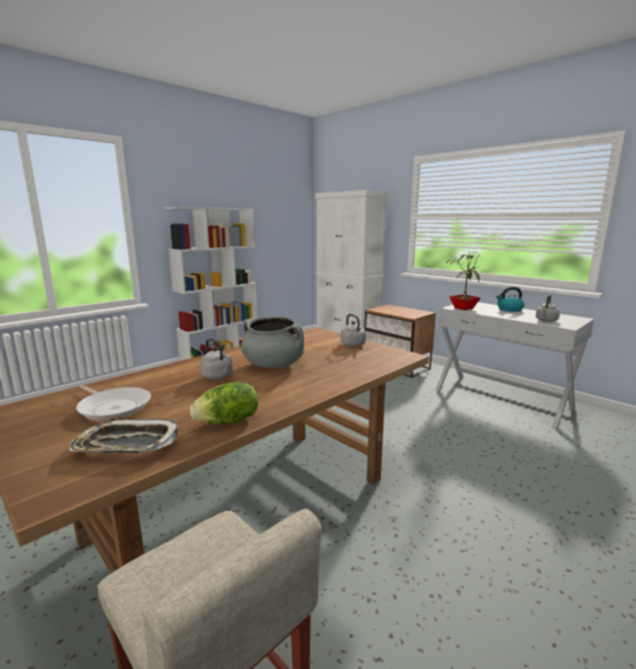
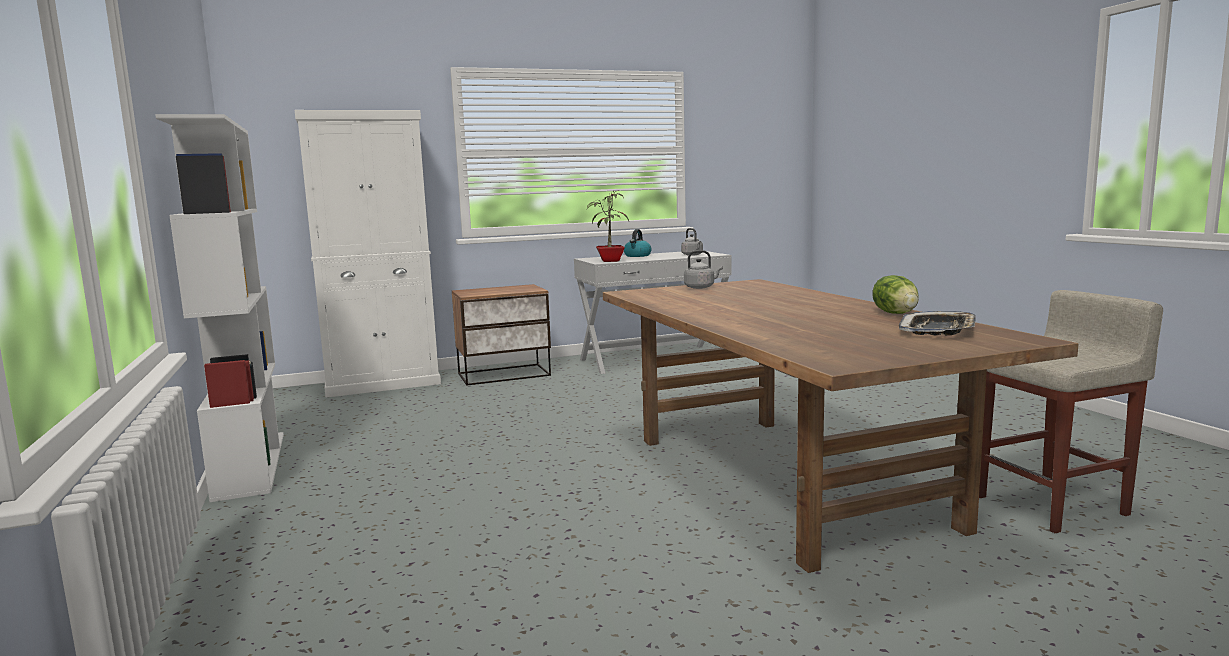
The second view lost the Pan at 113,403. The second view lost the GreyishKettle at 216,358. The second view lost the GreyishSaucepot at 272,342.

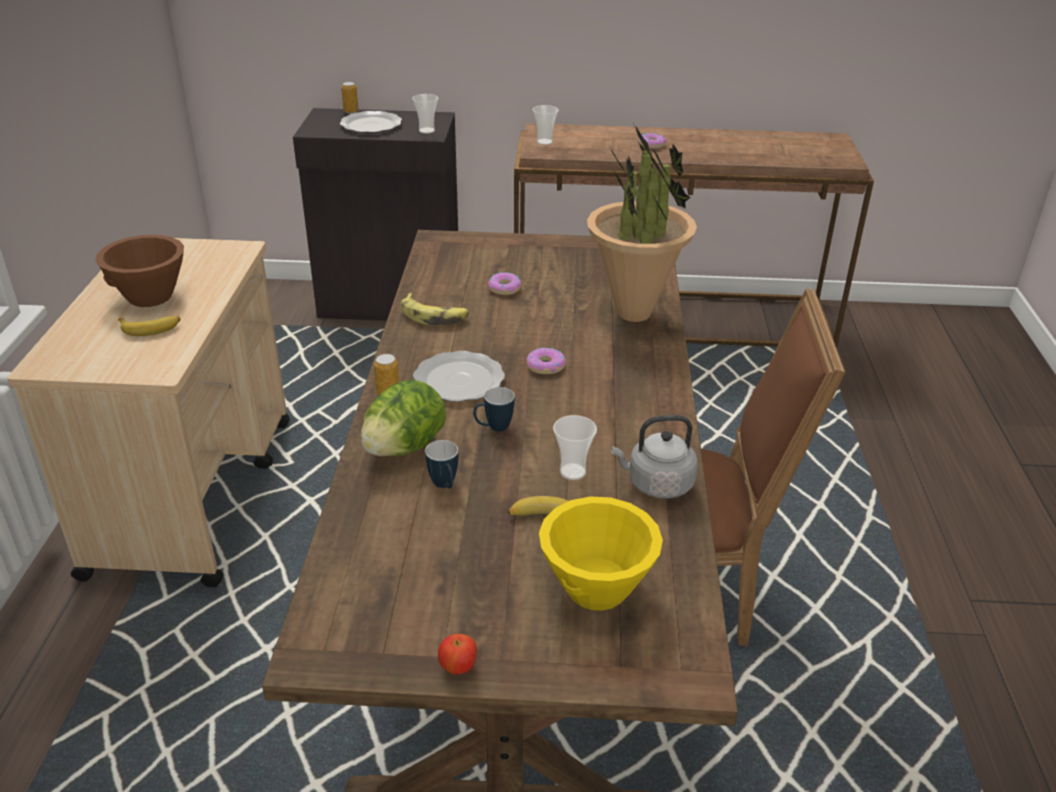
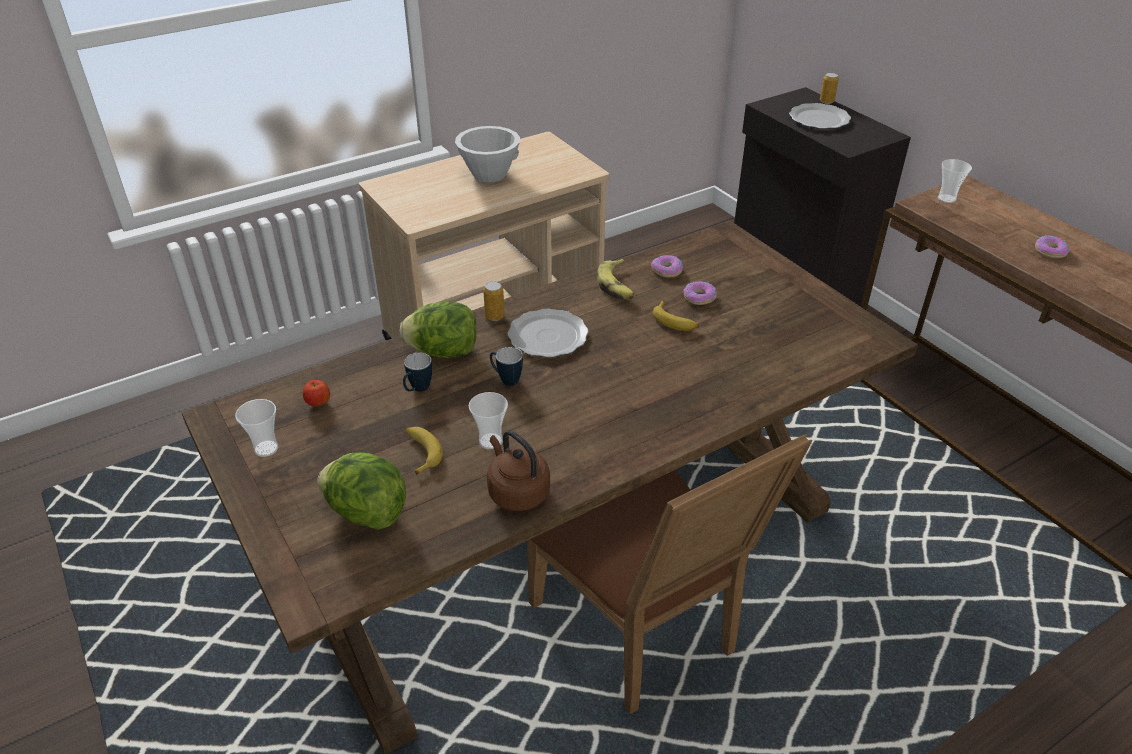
The SmallCup ended up elsewhere, having gone from 425,114 to 257,428. The WholeApple ended up elsewhere, having gone from 457,654 to 316,393. Where the YellowishDeepDish stood at 601,554, the HeadOfLettuce came to stand at 361,491. What was the BrownDeepDish at 139,271 turned into the WhitishDeepDish at 487,154. What was the GreyishKettle at 654,457 turned into the BrownKettle at 518,470. The Donut ended up elsewhere, having gone from 546,361 to 667,266. The WholeBanana ended up elsewhere, having gone from 149,326 to 676,315. The second view lost the PlantInAPot at 642,221.

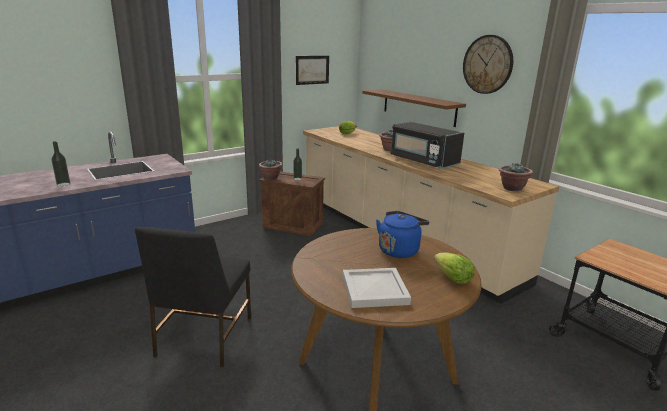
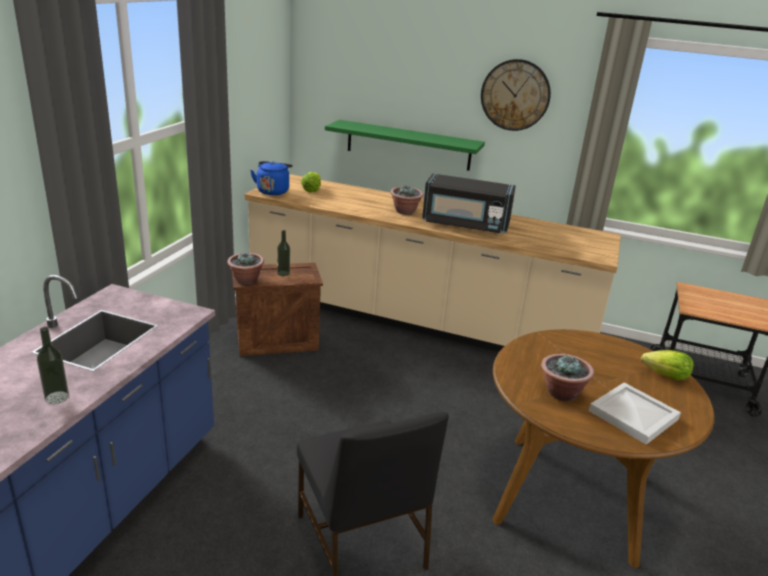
The BlueColouredKettle ended up elsewhere, having gone from 402,234 to 271,178. What was the BrownBracketShelf at 414,108 turned into the GreenColouredBracketShelf at 405,145. The PlantInAPot ended up elsewhere, having gone from 516,176 to 567,377. The second view lost the WallArt at 312,70.

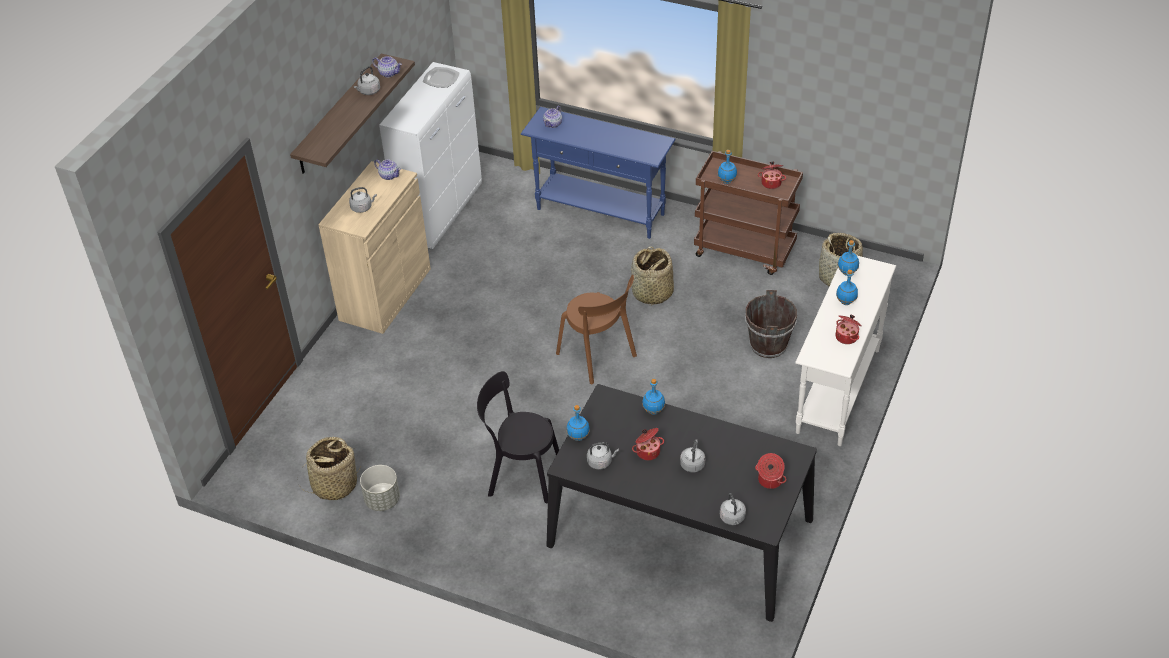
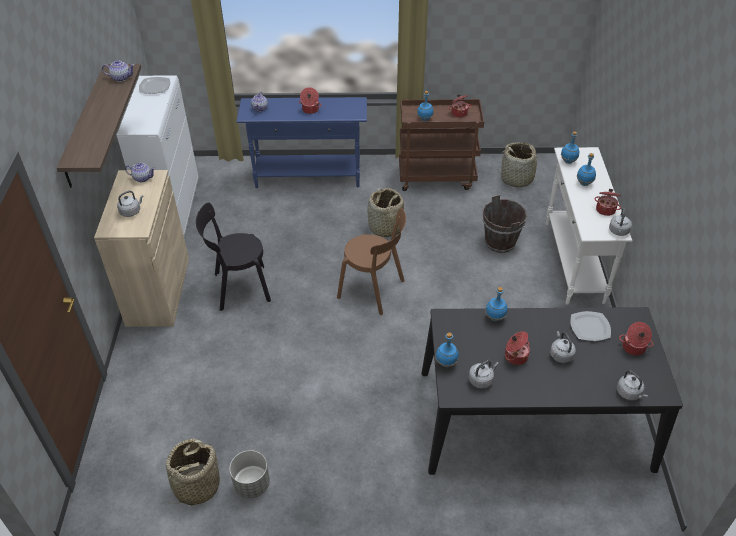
The BlackPlainChair ended up elsewhere, having gone from 518,437 to 233,257. The second view gained the Saucepot at 310,100. The second view gained the Plate at 591,326. The GreyishKettle ended up elsewhere, having gone from 367,80 to 620,222.

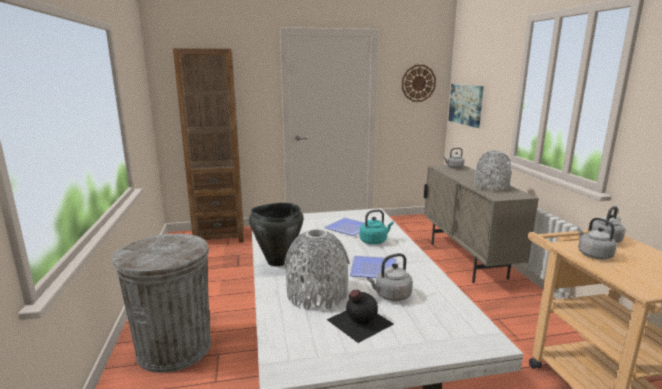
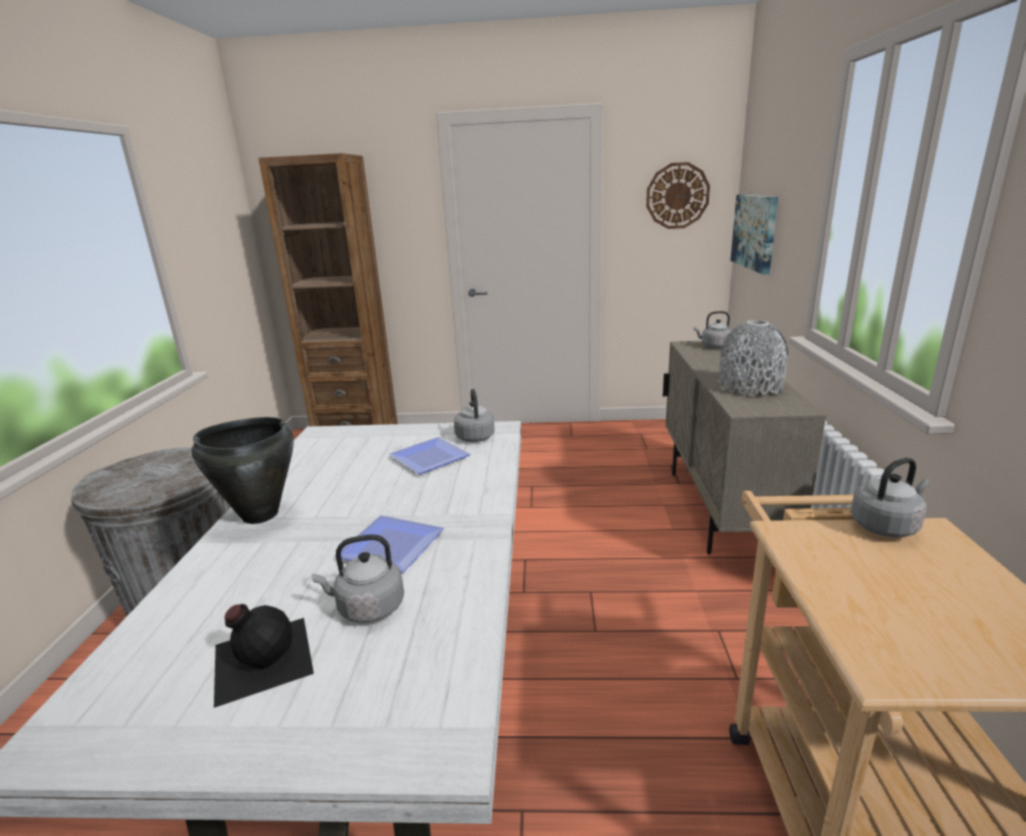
The GreyishKettle ended up elsewhere, having gone from 597,239 to 474,415. The second view lost the GreyishDecorativeVase at 316,269. The second view lost the BlueGreenKettle at 377,227.

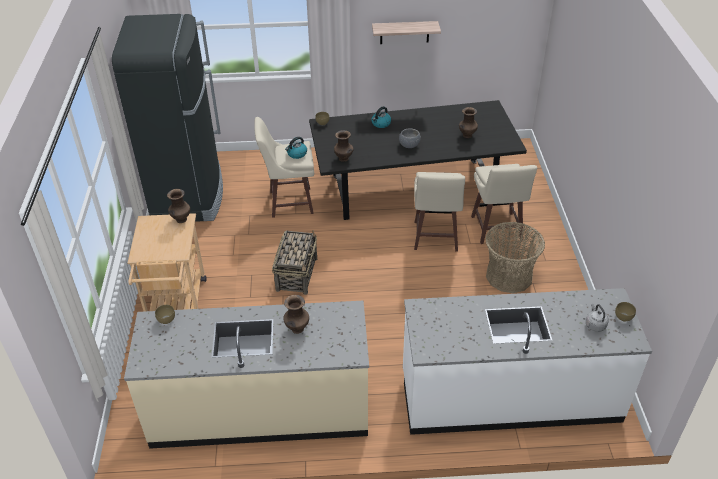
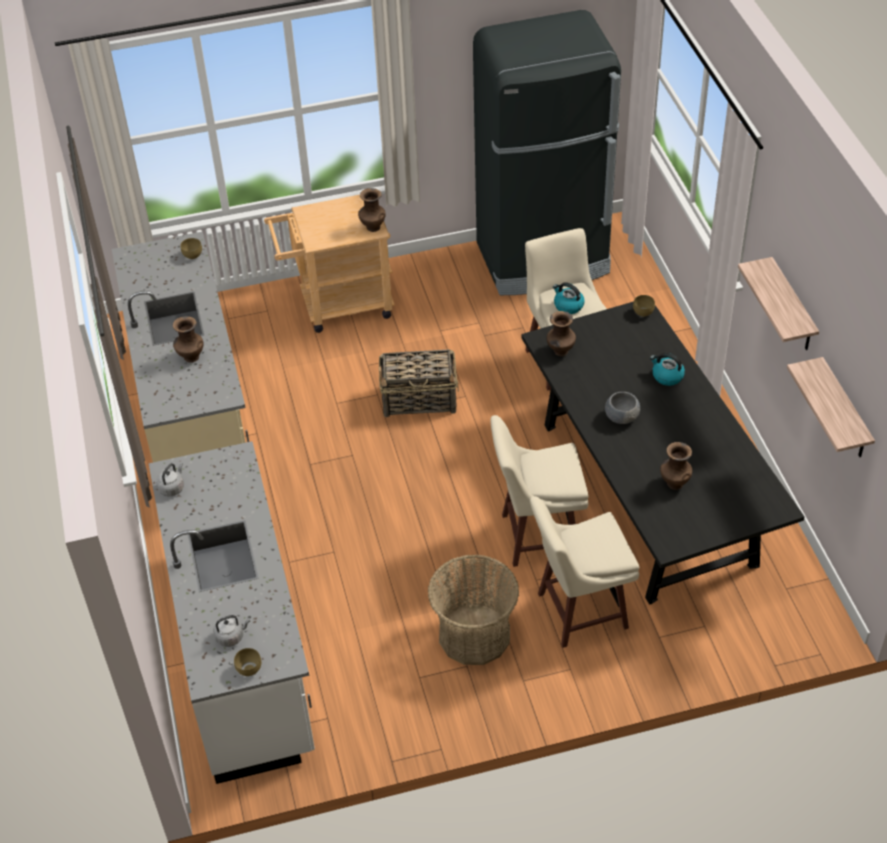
The second view gained the GreyishKettle at 170,479. The second view gained the BracketShelf at 831,407.

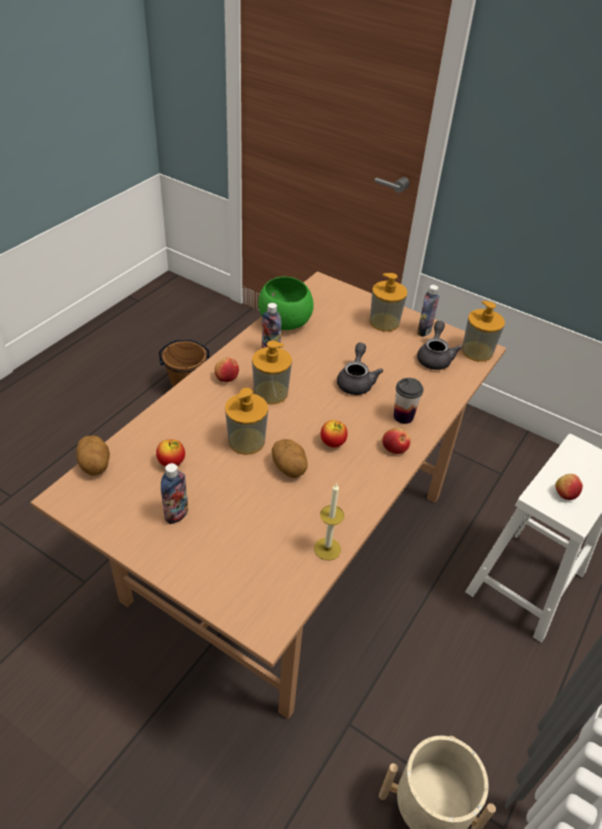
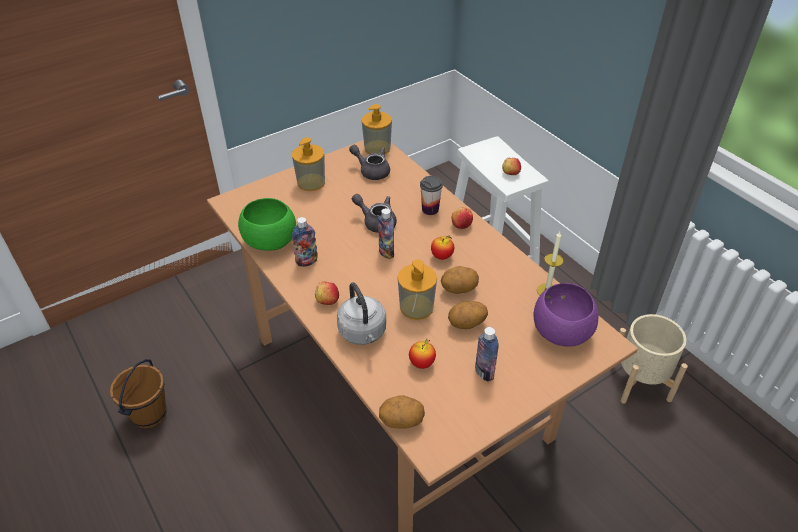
The second view gained the GreyishKettle at 361,313. The DrinkBottle ended up elsewhere, having gone from 428,311 to 386,233. The second view gained the WholePotato at 468,315. The second view gained the PurplishDeepDish at 566,315. The second view lost the SoapDispenser at 272,372.

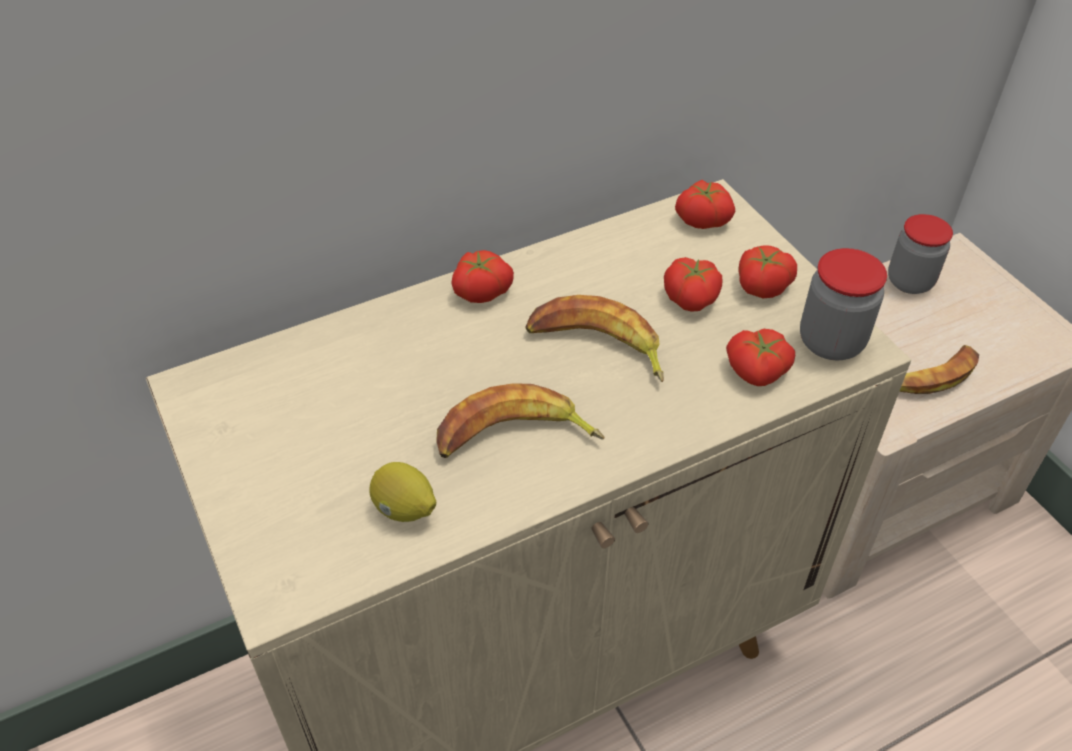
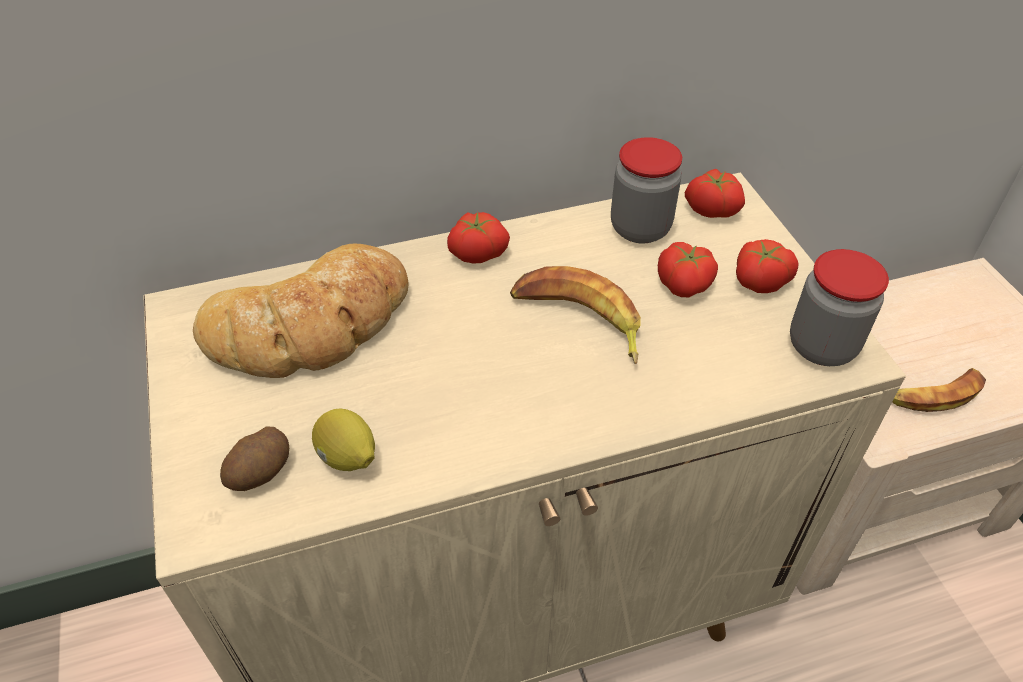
The second view gained the BakedBread at 300,311. The second view gained the WholePotato at 254,458. The PreserveJar ended up elsewhere, having gone from 920,254 to 646,190. The second view lost the WholeBanana at 520,420. The second view lost the WholeTomato at 760,357.

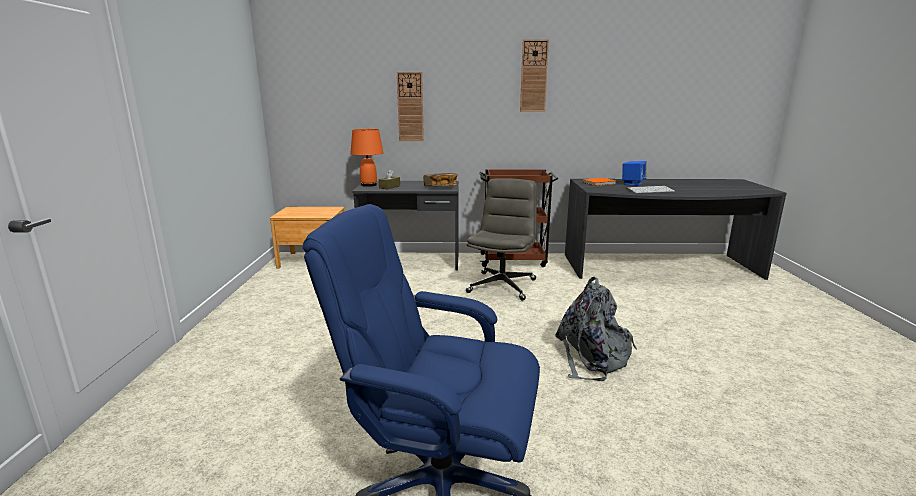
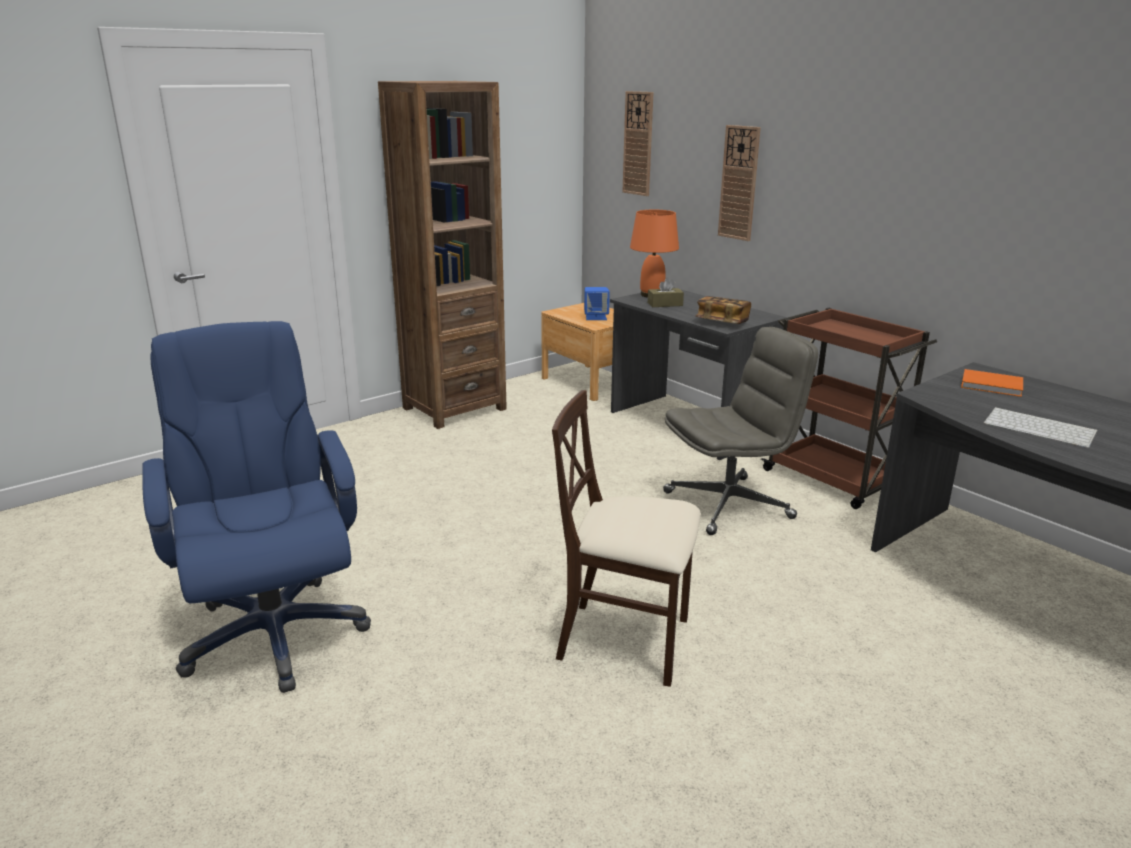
The second view gained the BrownBookshelf at 442,255. Where the GreyishBackpack stood at 596,329, the BeigePlainChair came to stand at 626,538. The BlueColouredLoudspeaker ended up elsewhere, having gone from 634,173 to 597,303. The HangingClock ended up elsewhere, having gone from 534,75 to 637,143.

